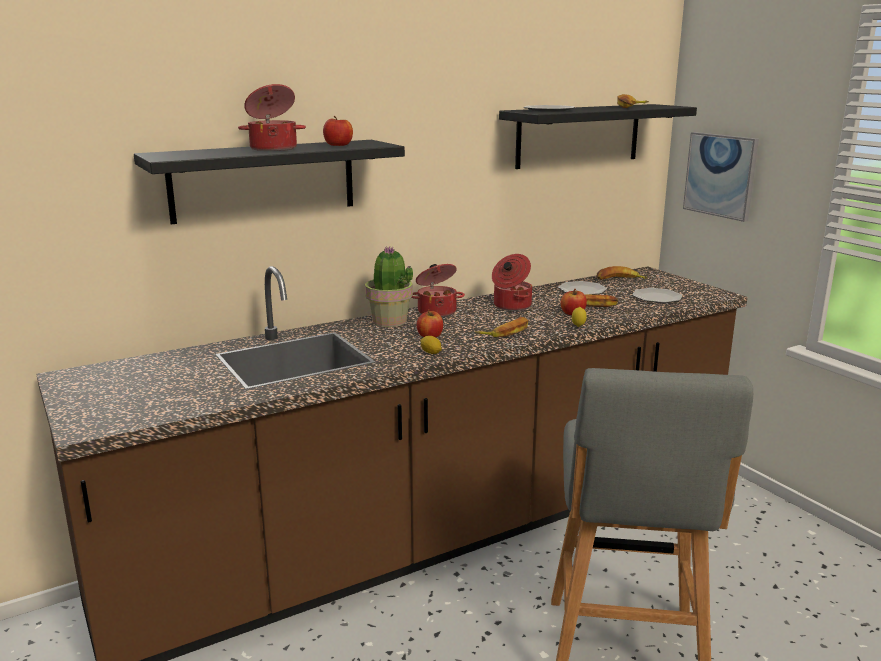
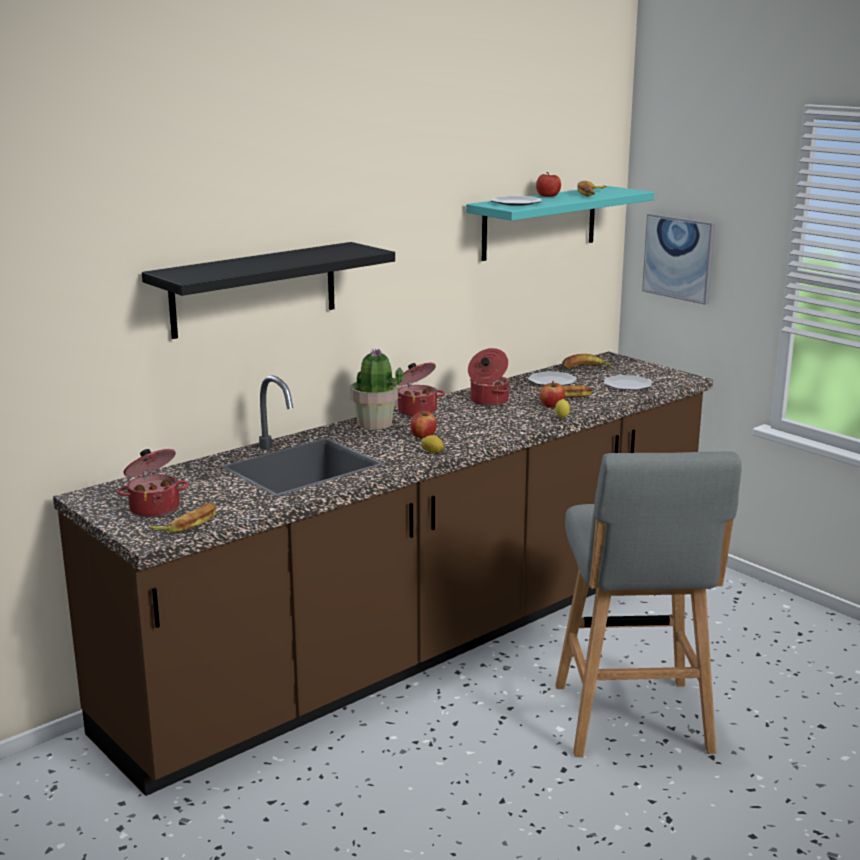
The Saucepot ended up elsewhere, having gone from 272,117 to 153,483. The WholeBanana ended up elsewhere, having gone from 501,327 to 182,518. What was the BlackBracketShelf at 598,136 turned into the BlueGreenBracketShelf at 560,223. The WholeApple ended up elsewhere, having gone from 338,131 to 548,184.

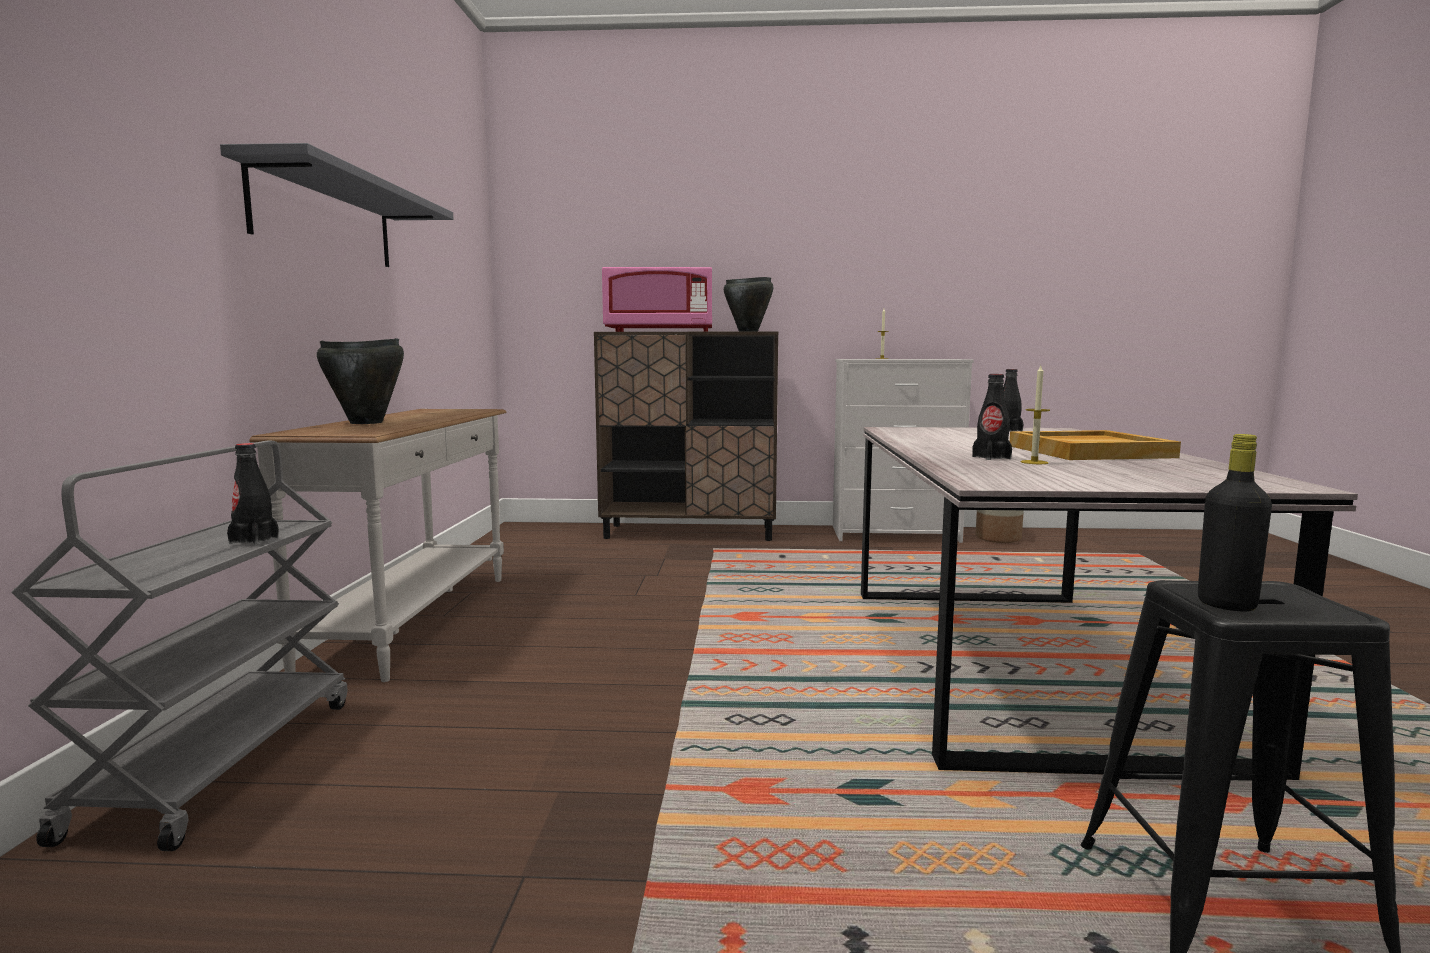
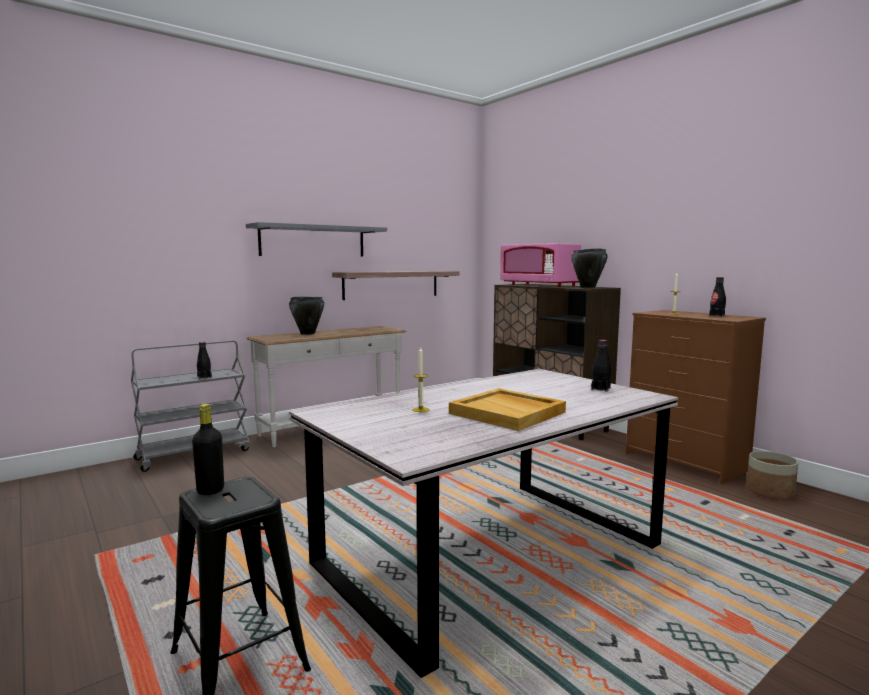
The second view gained the BracketShelf at 396,285. What was the WhitishDresser at 903,451 turned into the BrownDresser at 696,397. The BlackDrinkBottle ended up elsewhere, having gone from 992,417 to 717,297.

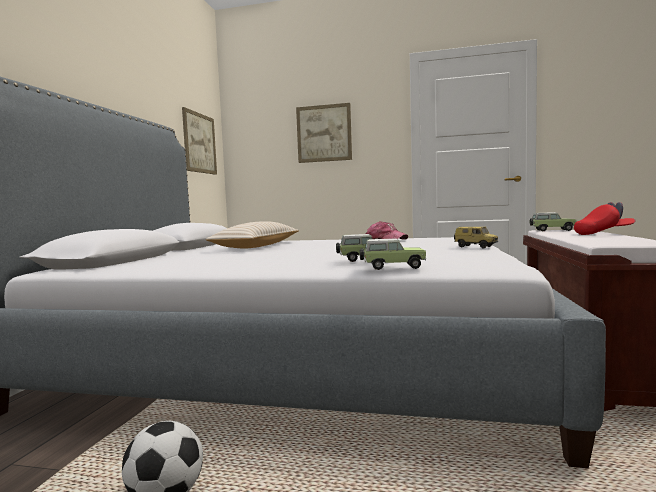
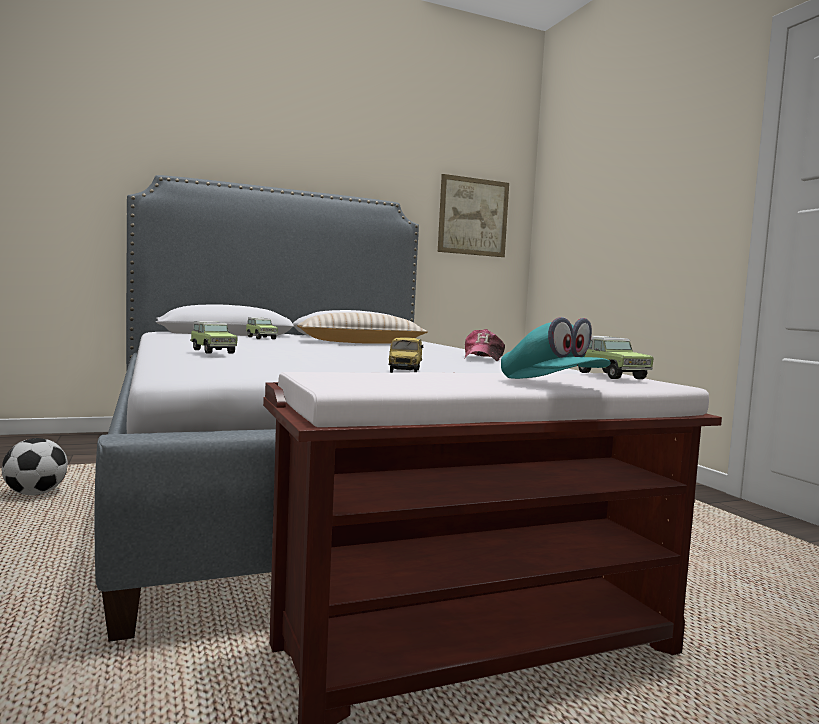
The ModelCar ended up elsewhere, having gone from 393,254 to 262,328. What was the RedCap at 605,218 turned into the BlueGreenCap at 556,348. The second view lost the WallArt at 324,133.

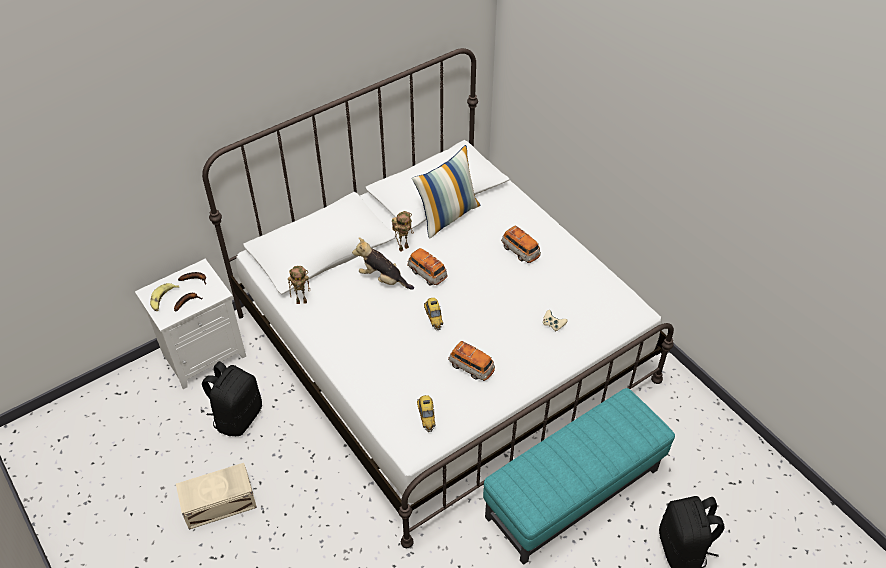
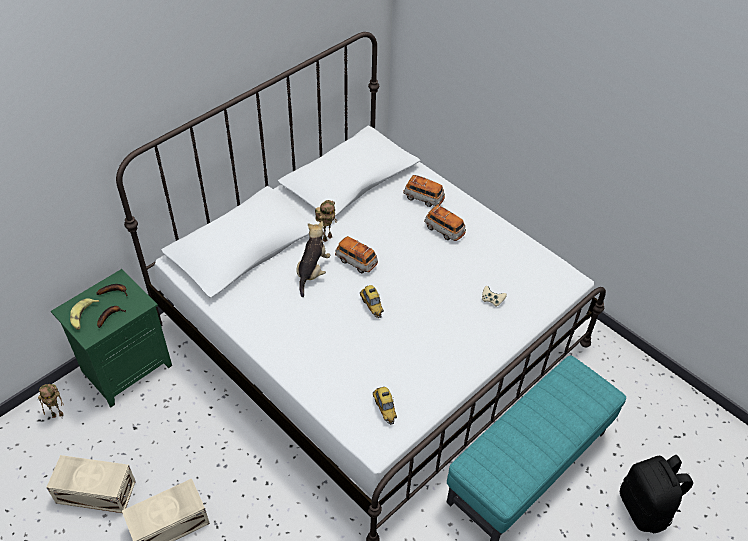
The RobotFigure ended up elsewhere, having gone from 299,285 to 51,401. The second view gained the BeigeStorageBox at 91,484. What was the WhitishNightstand at 190,324 turned into the GreenColouredNightstand at 111,338. The PlushToy at 383,264 ended up facing another way, 90 degrees clockwise from before. The ModelCar ended up elsewhere, having gone from 471,361 to 424,191. The second view lost the BlackBackpack at 232,398. The second view lost the ThrowPillow at 446,192.

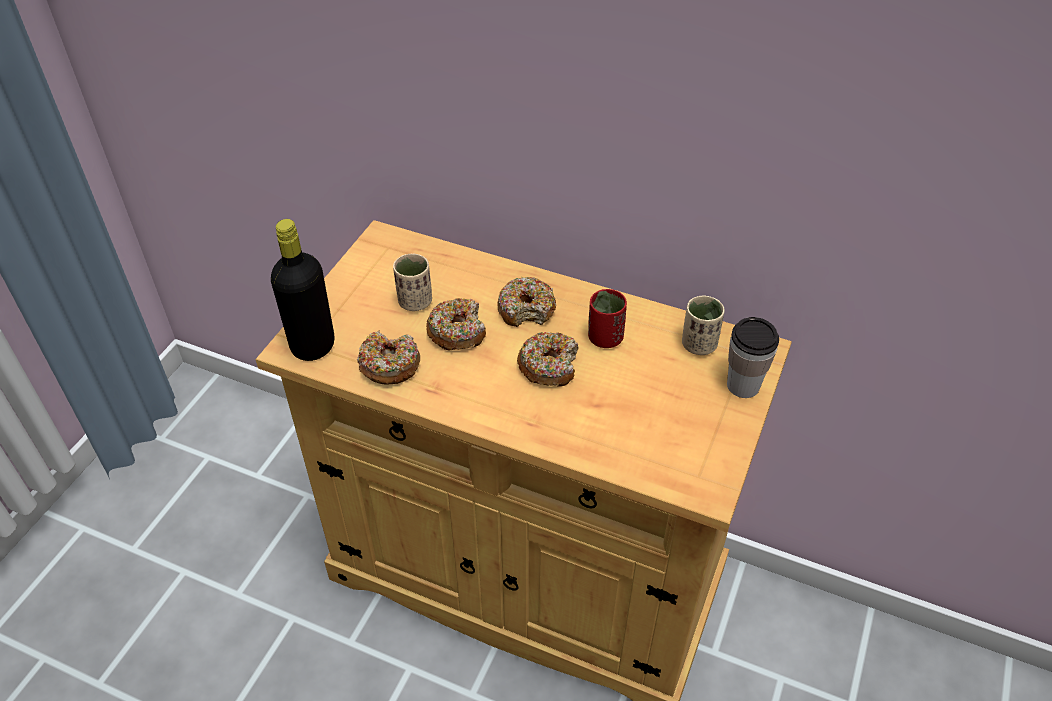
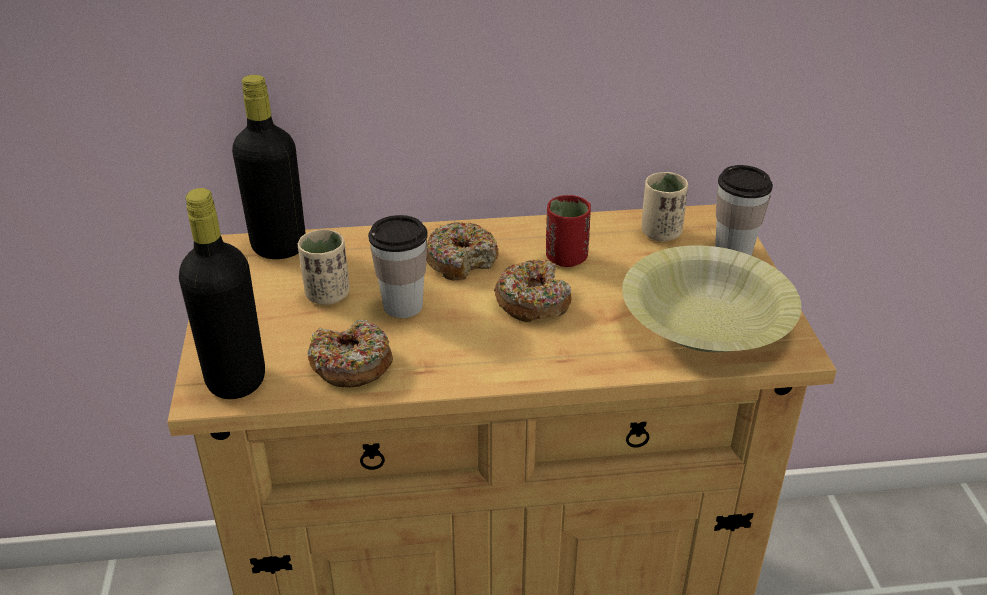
The second view gained the BlackDrinkBottle at 269,167. Where the Donut stood at 456,324, the SmallCup came to stand at 398,266. The second view gained the YellowishDeepDish at 711,299.

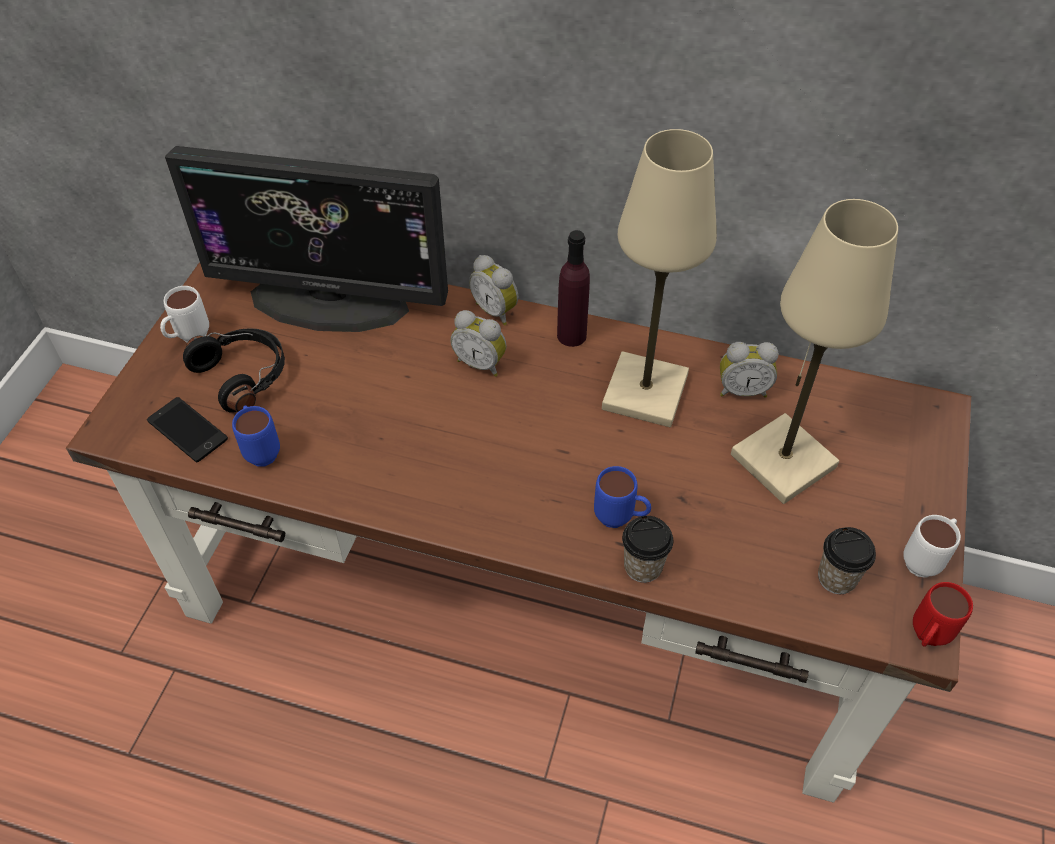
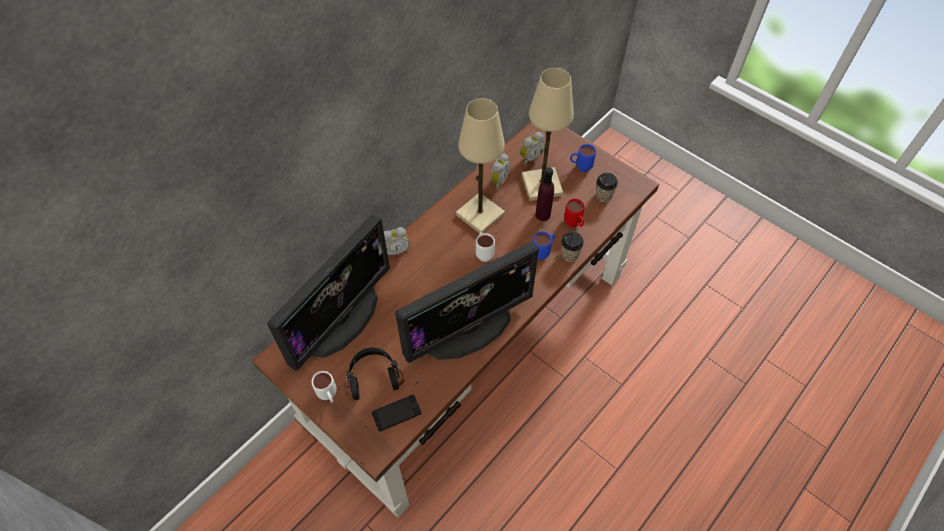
The second view gained the ComputerScreen at 467,302. The WhitishCoffeeMug ended up elsewhere, having gone from 932,546 to 485,247. The AlarmClock ended up elsewhere, having gone from 478,343 to 532,148. The PurplishDrinkBottle ended up elsewhere, having gone from 573,288 to 544,194. The RedCoffeeMug ended up elsewhere, having gone from 943,614 to 574,213. The BlueColouredCoffeeMug ended up elsewhere, having gone from 256,436 to 583,158.

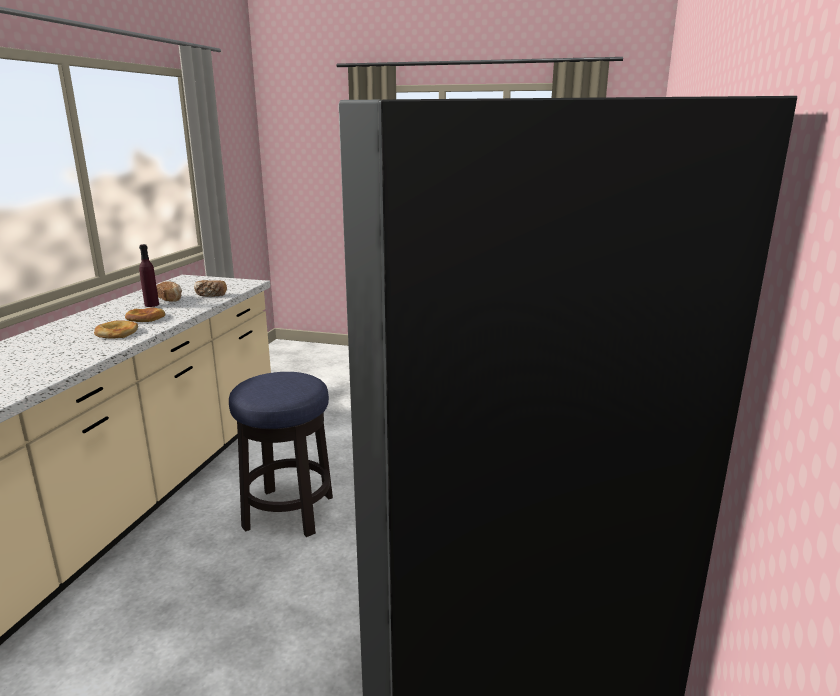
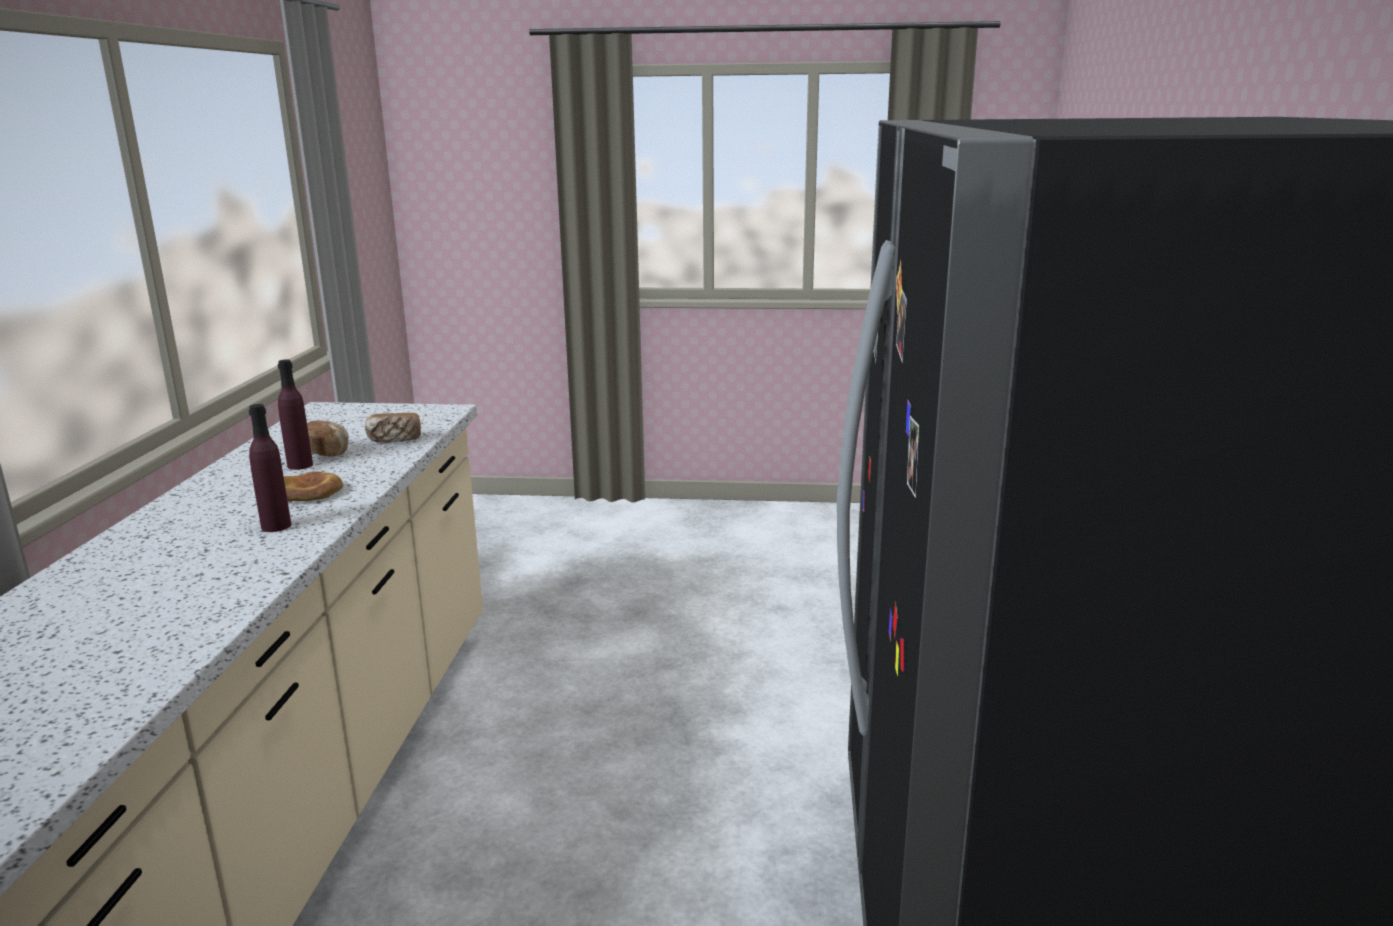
Where the BakedBread stood at 116,329, the PurplishDrinkBottle came to stand at 270,468. The second view lost the StoolSeat at 281,454.

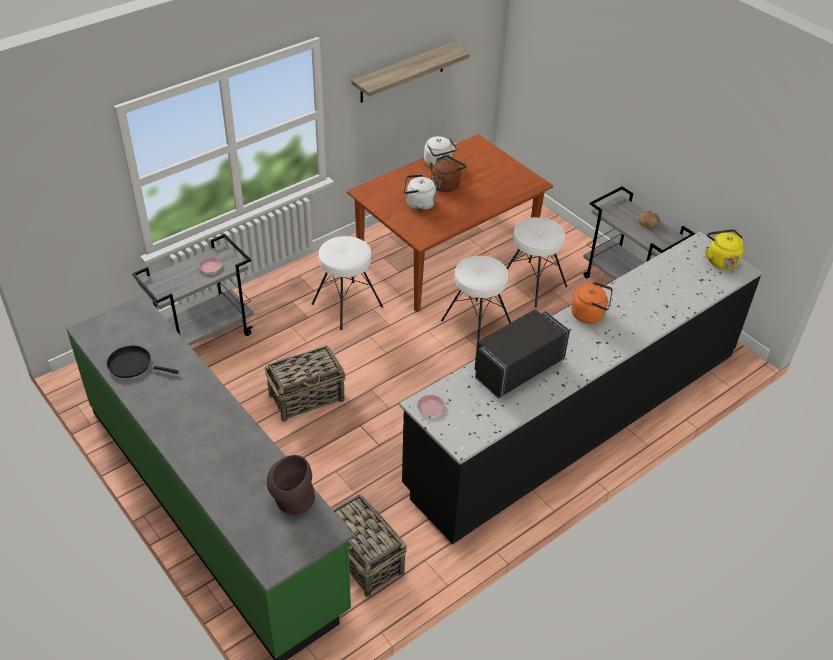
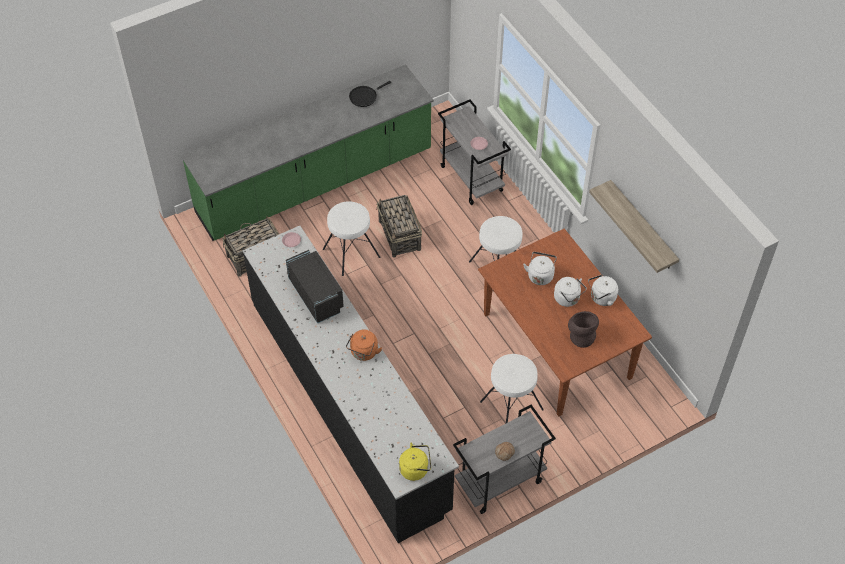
The WhitishStoolSeat ended up elsewhere, having gone from 476,298 to 351,238. The BlackPan at 143,362 ended up facing another way, 150 degrees counterclockwise from before. What was the BrownKettle at 448,173 turned into the WhitishKettle at 570,292. The BrownDecorativeVase ended up elsewhere, having gone from 291,485 to 583,329.

